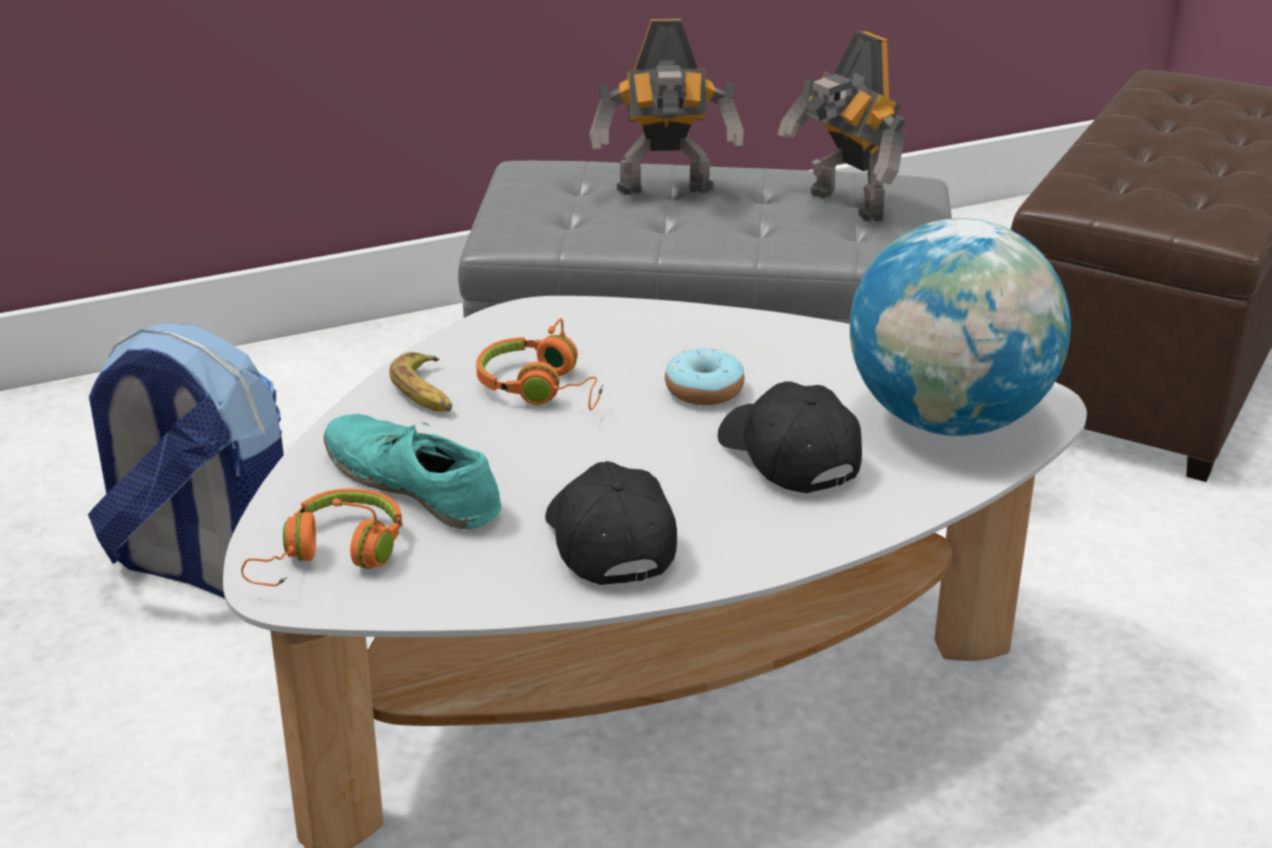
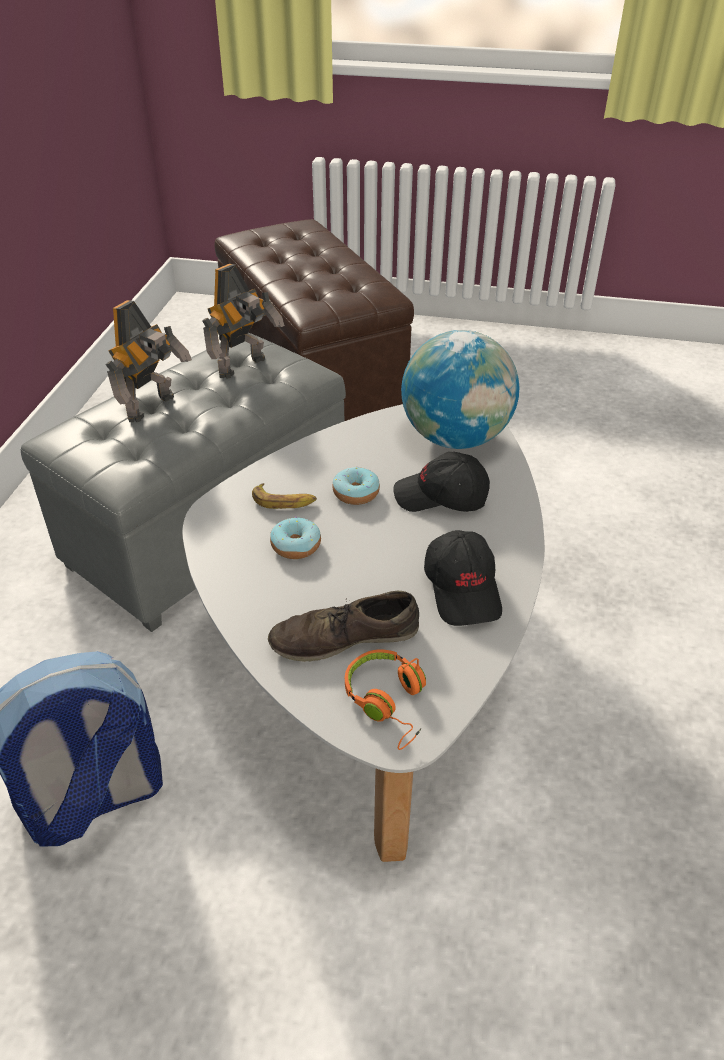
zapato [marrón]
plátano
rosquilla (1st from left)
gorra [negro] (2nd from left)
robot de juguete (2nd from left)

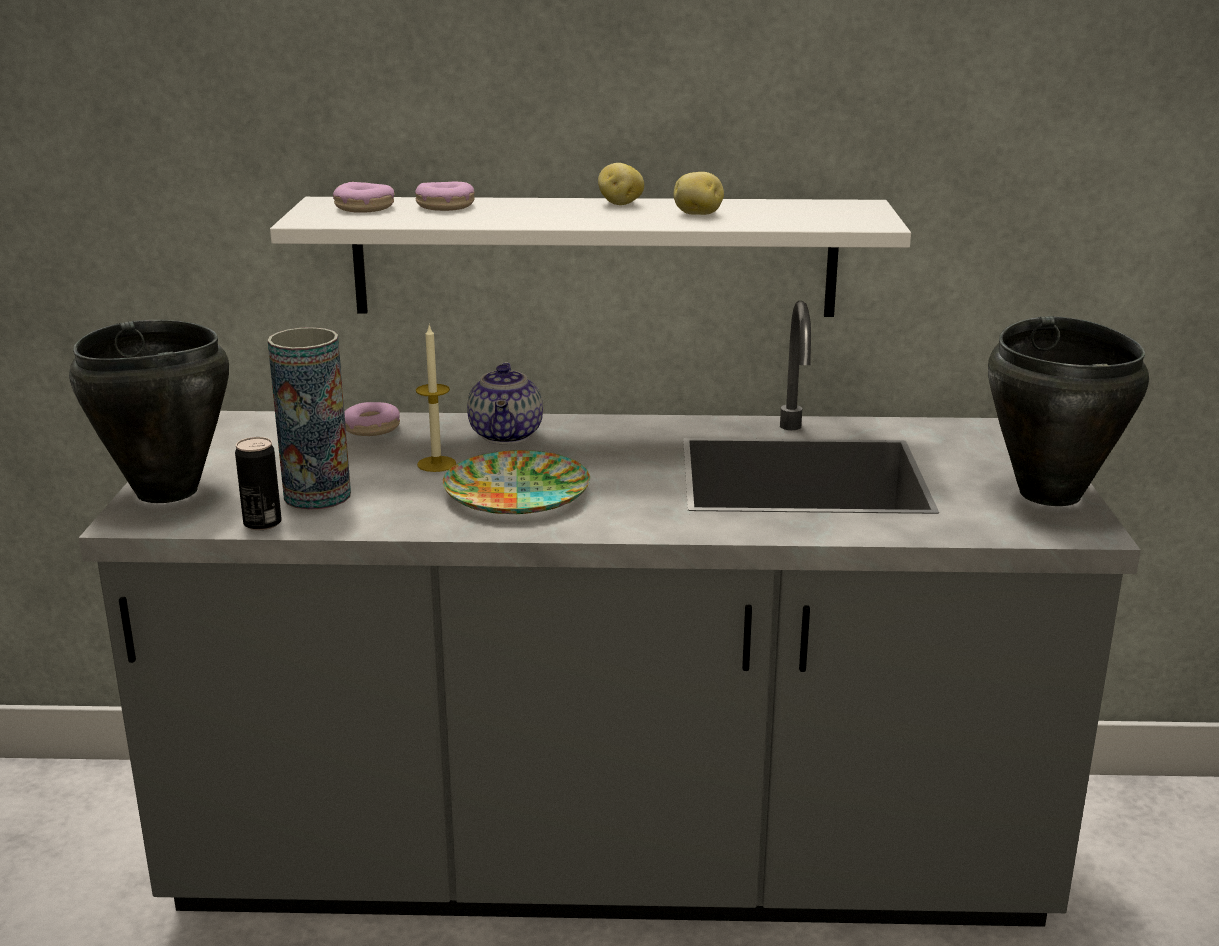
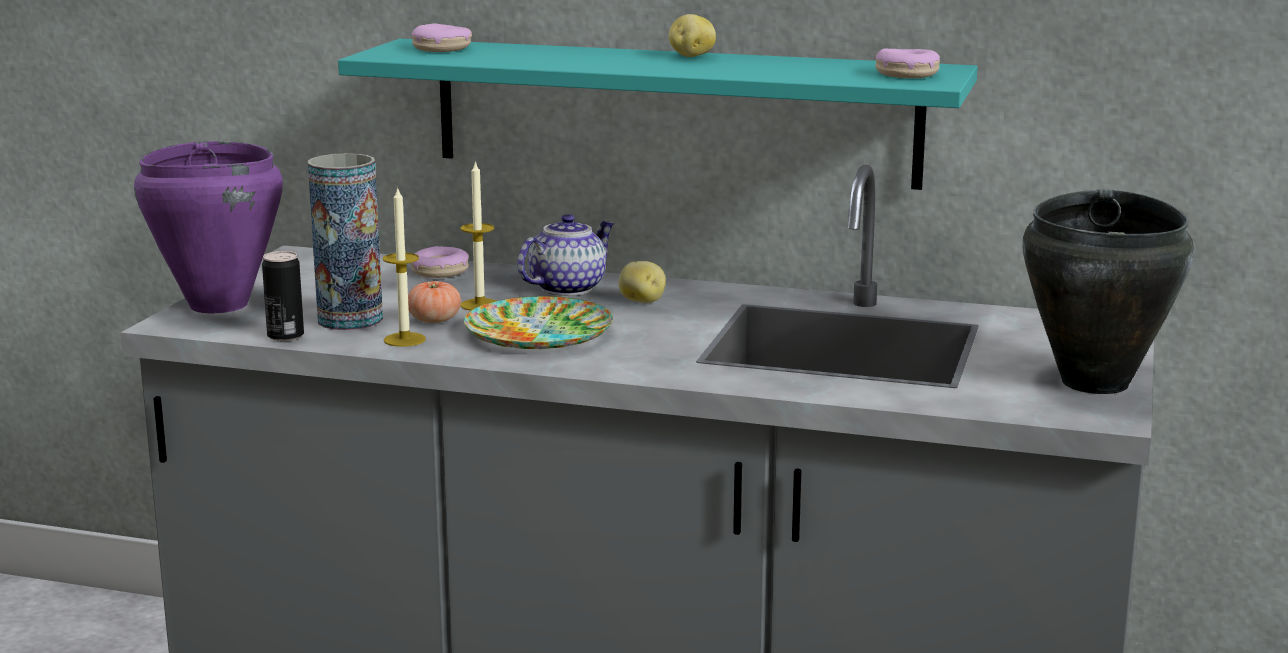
olla [morado]
estante [turquesa]
rosquilla (3rd from left)
tetera
patata (1st from left)
vela (1st from left)
tomate

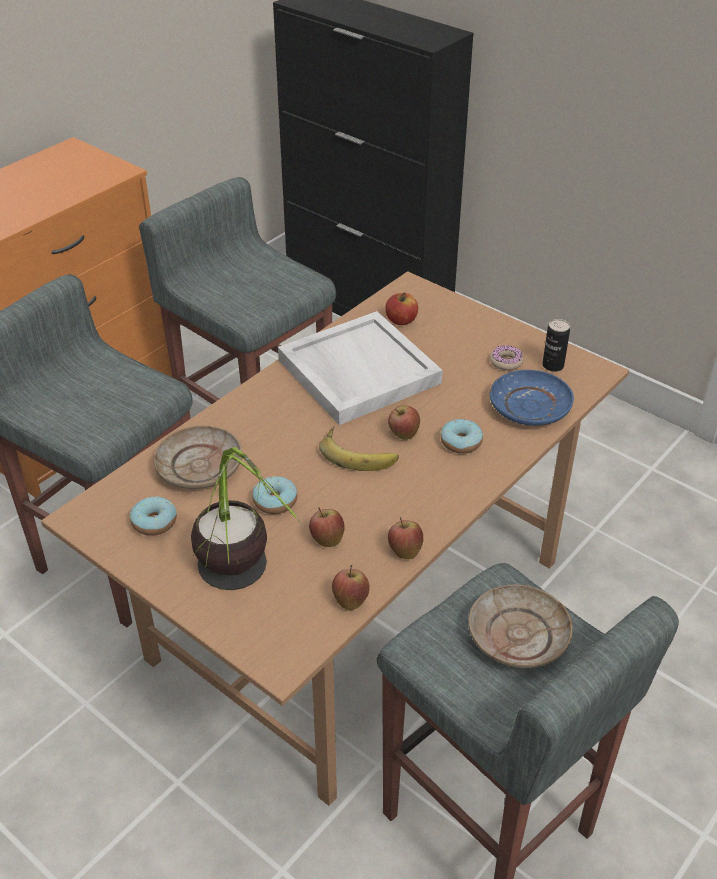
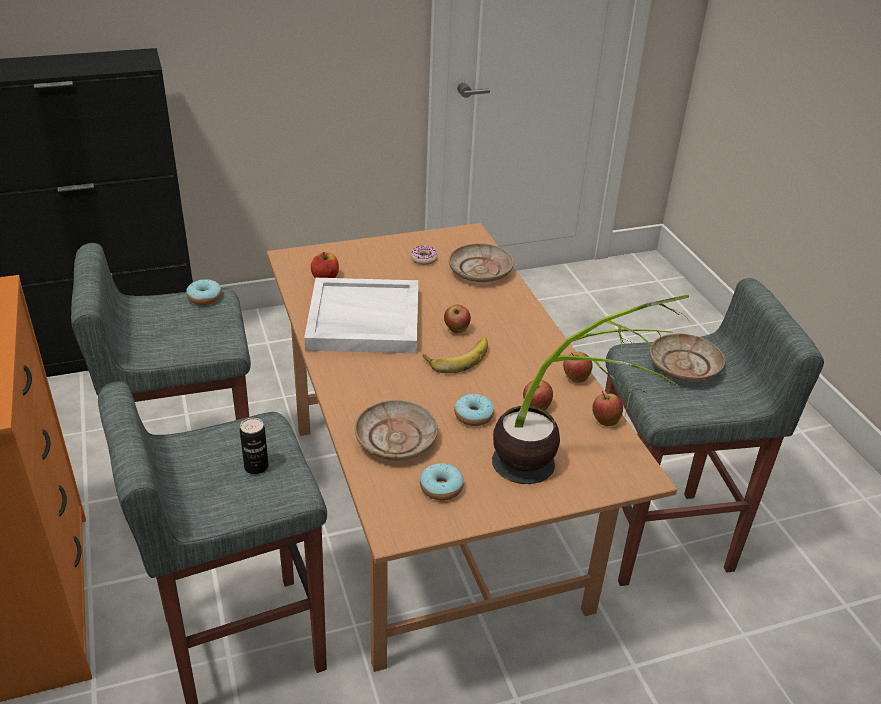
rosquilla (1st from left)
plato [beis] (2nd from left)
lata

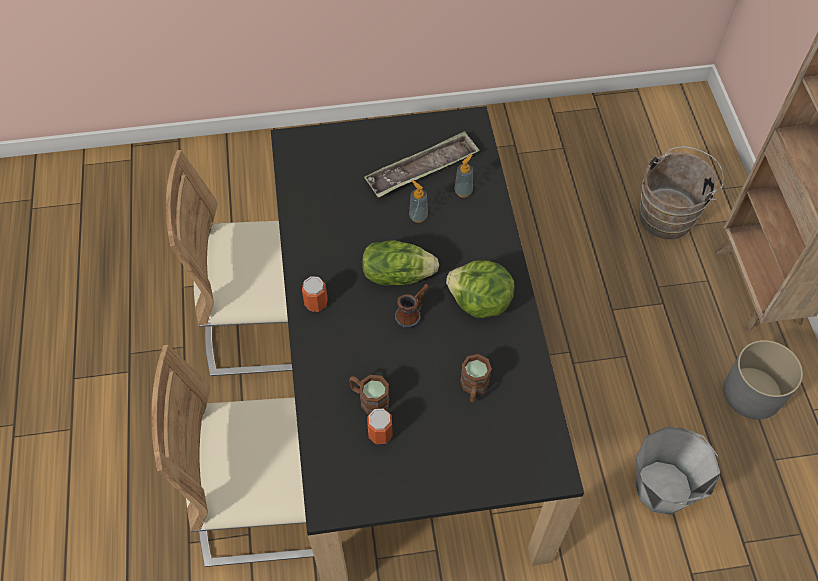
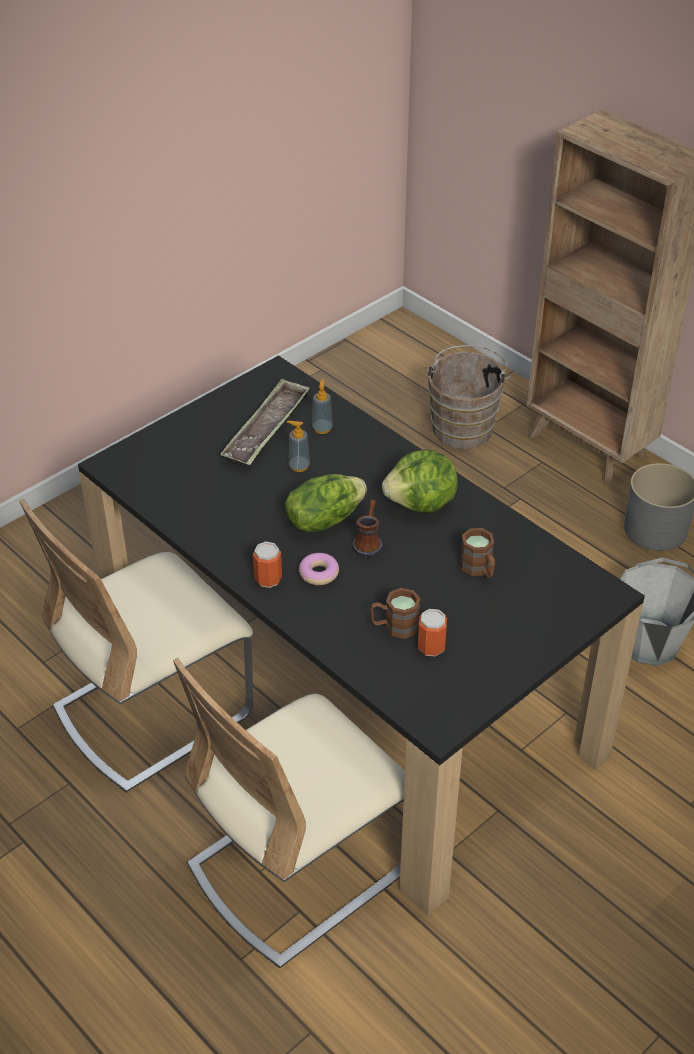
rosquilla

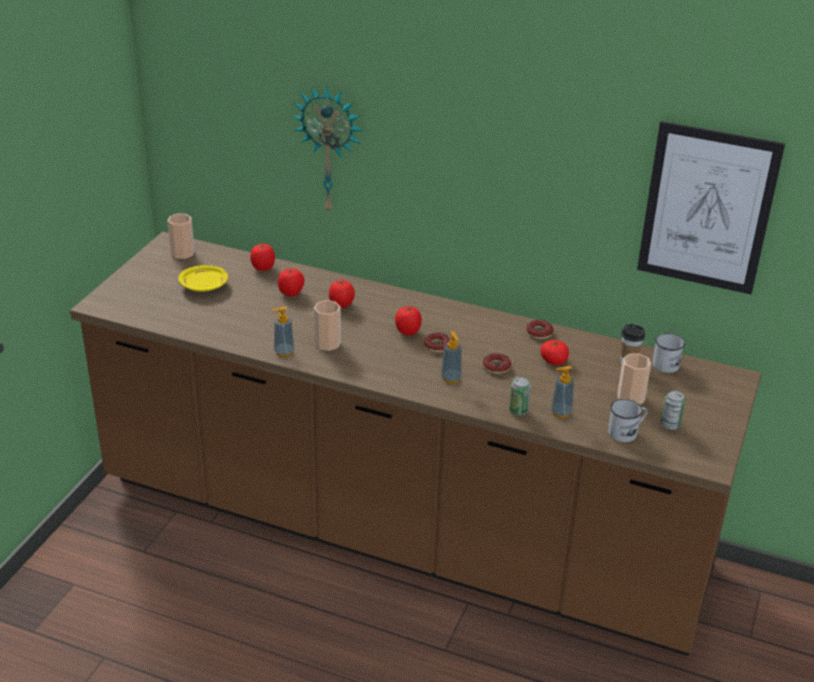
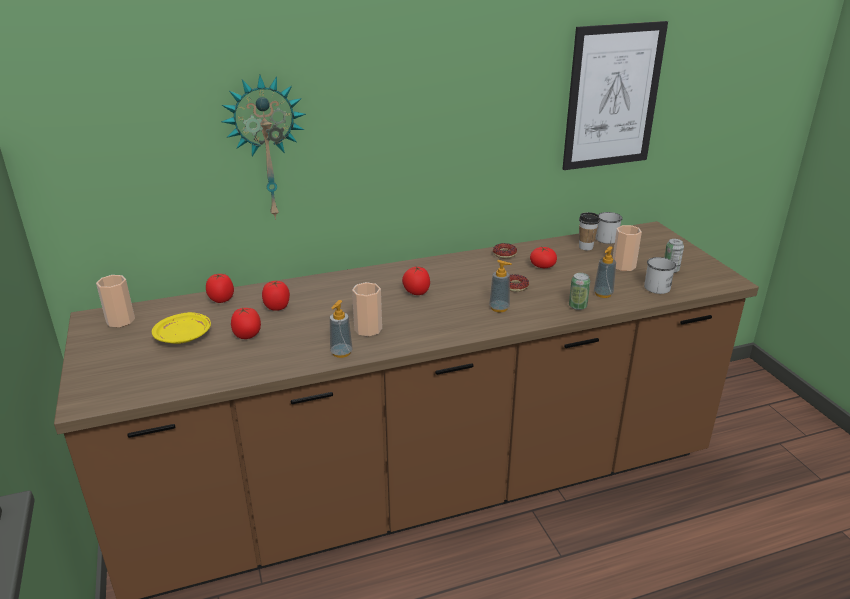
tomate (2nd from left)
rosquilla (1st from left in the first image)

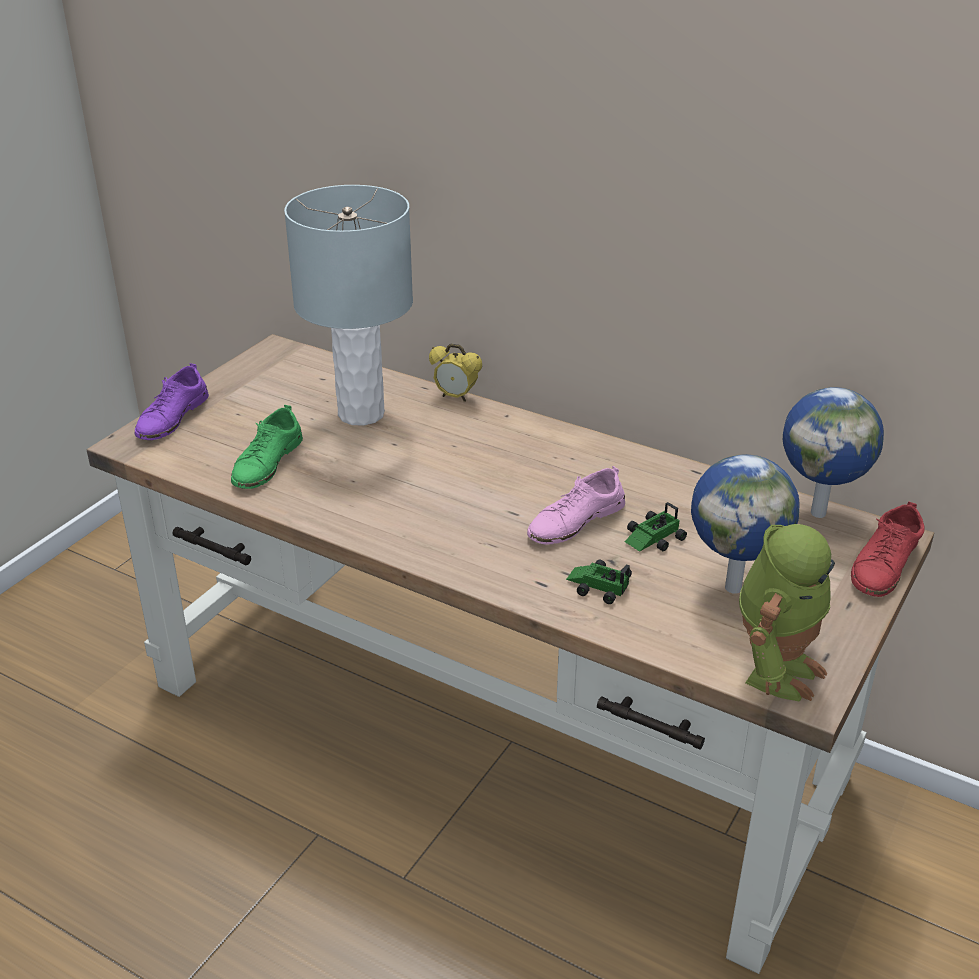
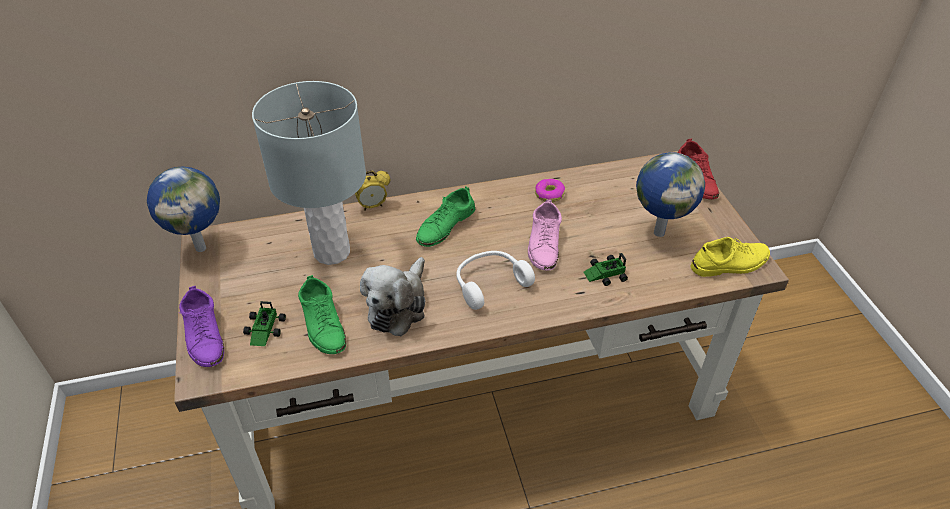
coche de juguete (1st from left)
zapato [amarillo]
globo terráqueo (1st from left)
peluche
zapato [verde] (2nd from left)
auriculares [blanco]
rosquilla

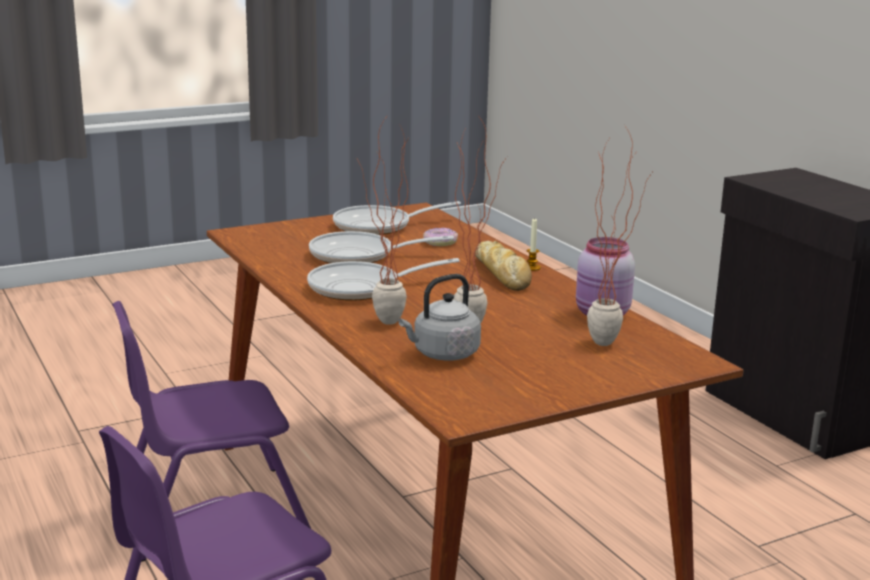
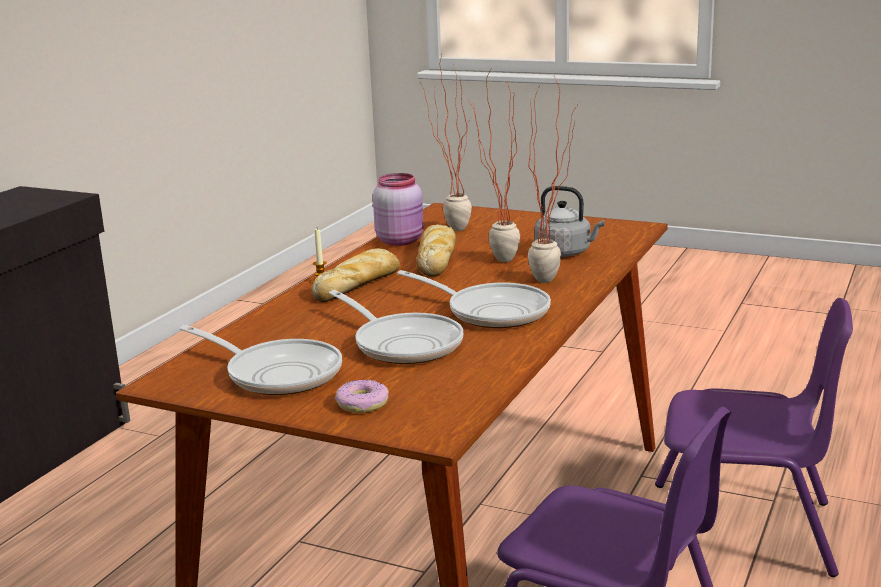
rosquilla
pan (2nd from left)

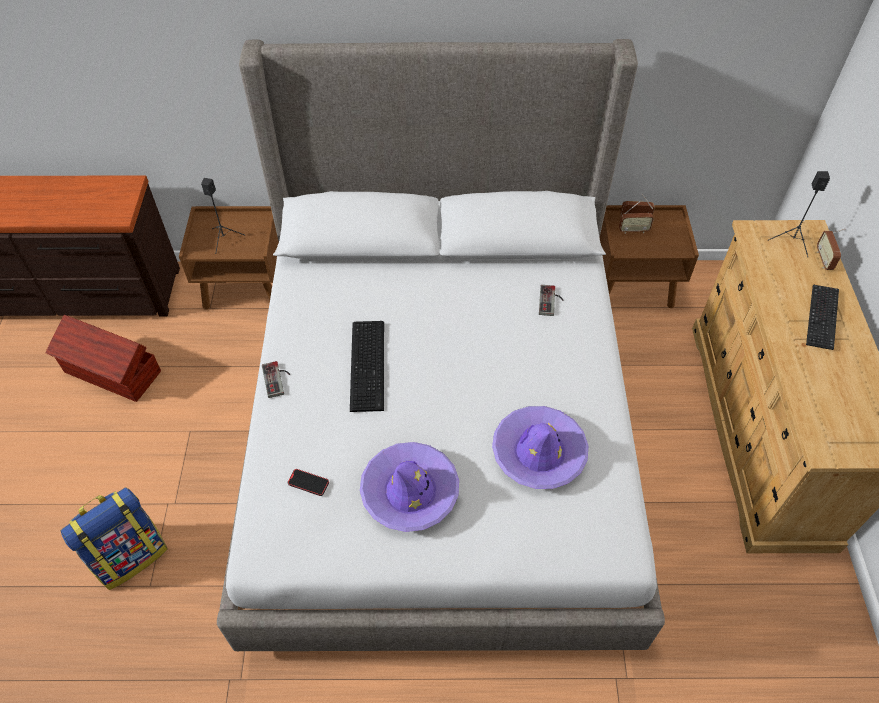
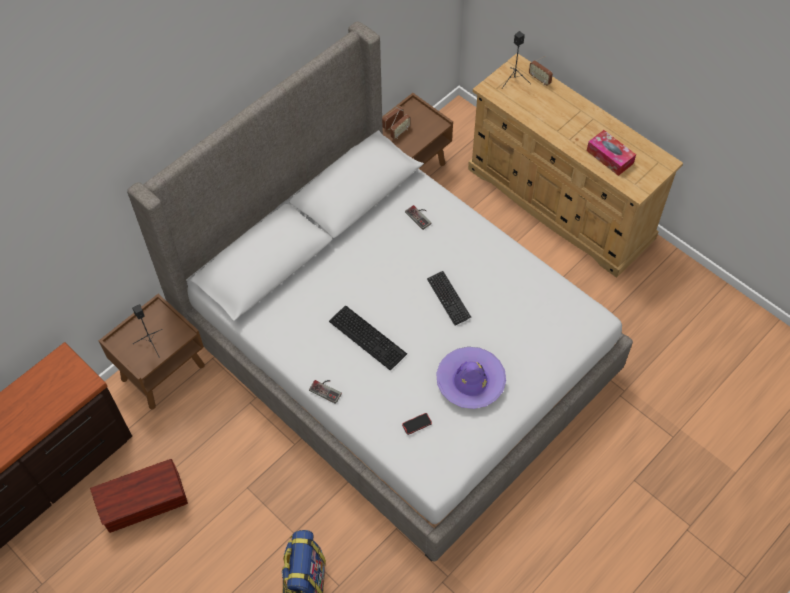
sombrero [morado] (2nd from left in the first image)
teclado (2nd from left)
caja de pañuelos

